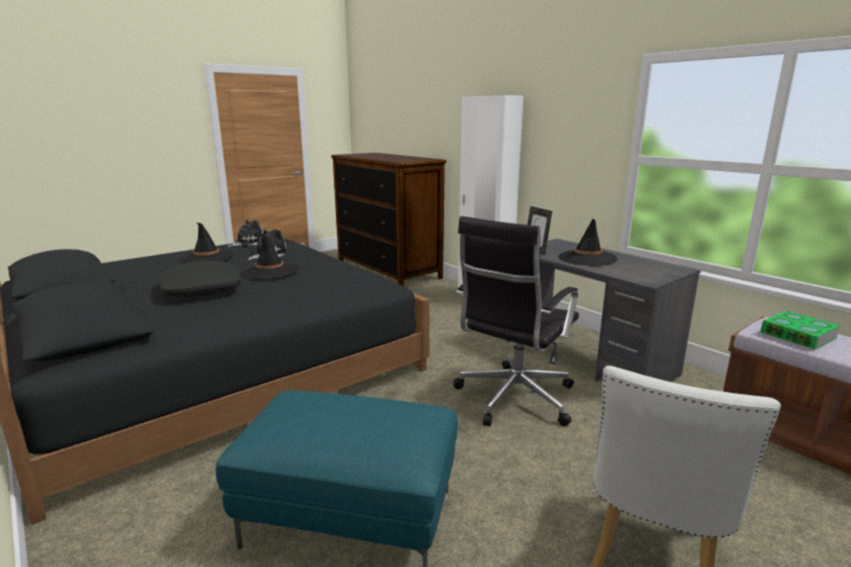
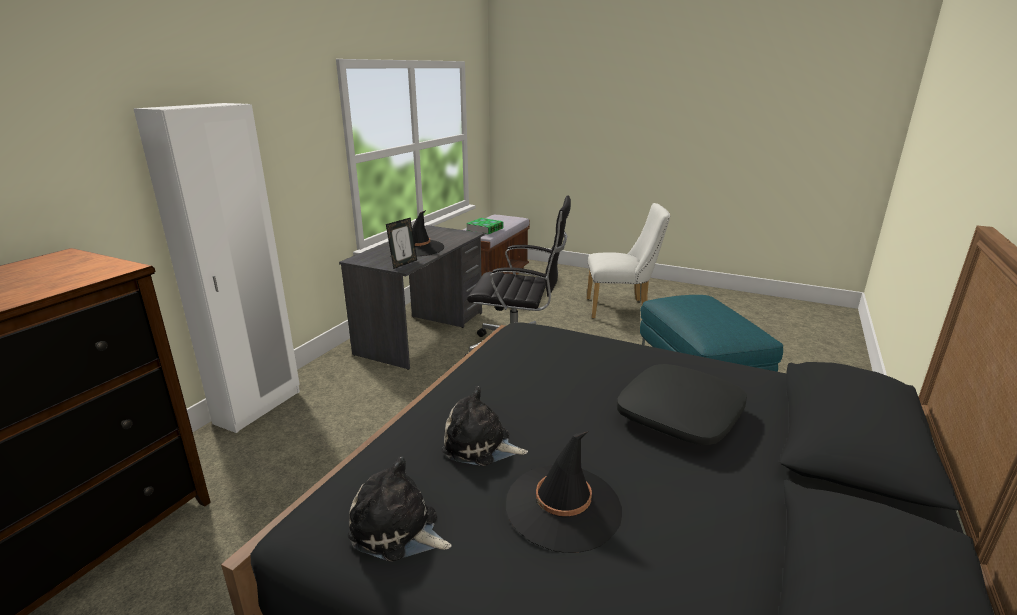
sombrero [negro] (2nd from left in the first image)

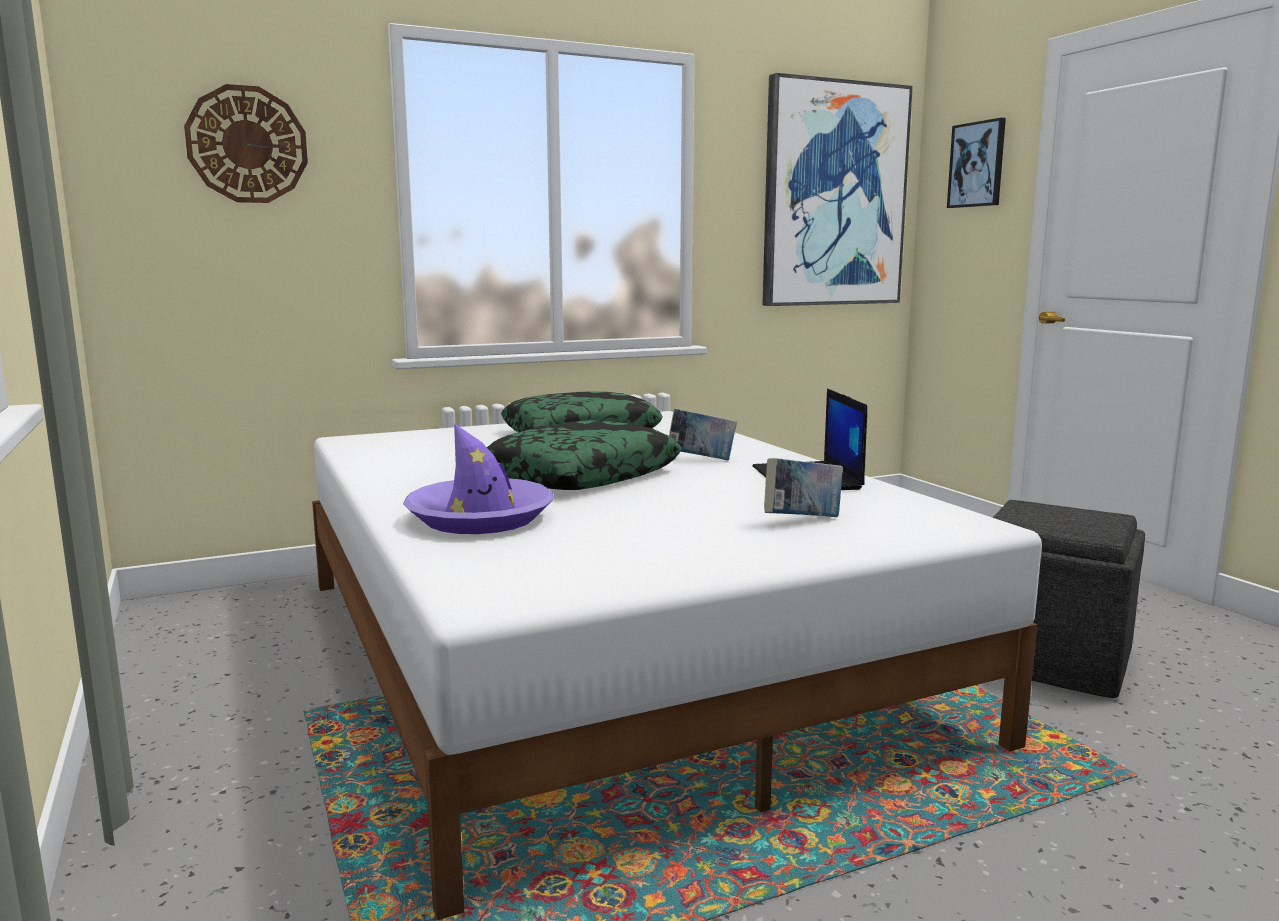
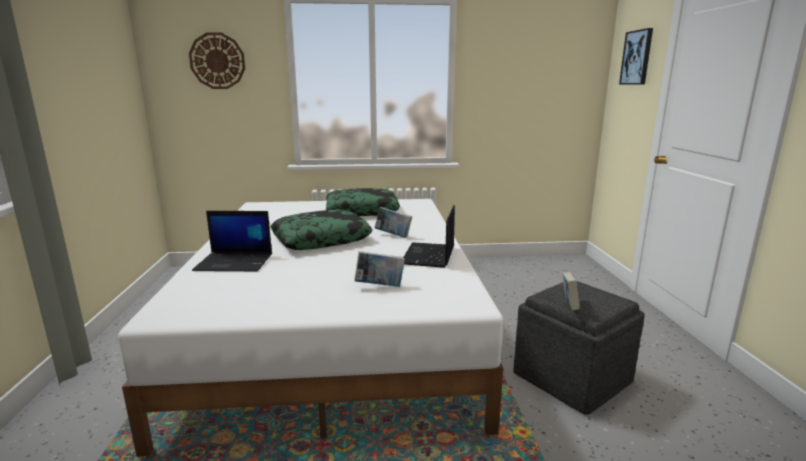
portátil (1st from left)
cuadro (1st from left in the first image)
libro (3rd from left)

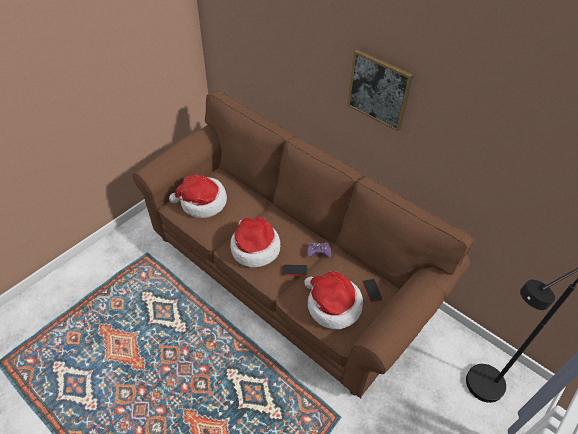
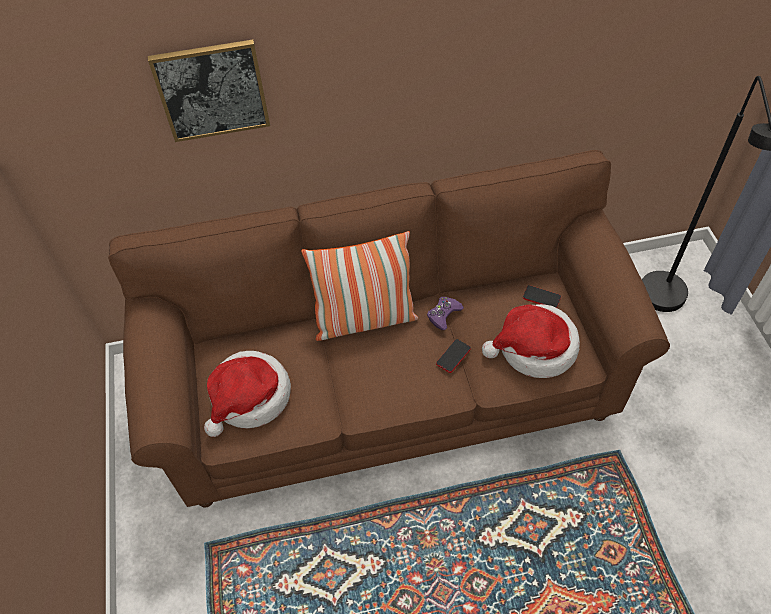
sombrero (2nd from left in the first image)
cuadro
cojín

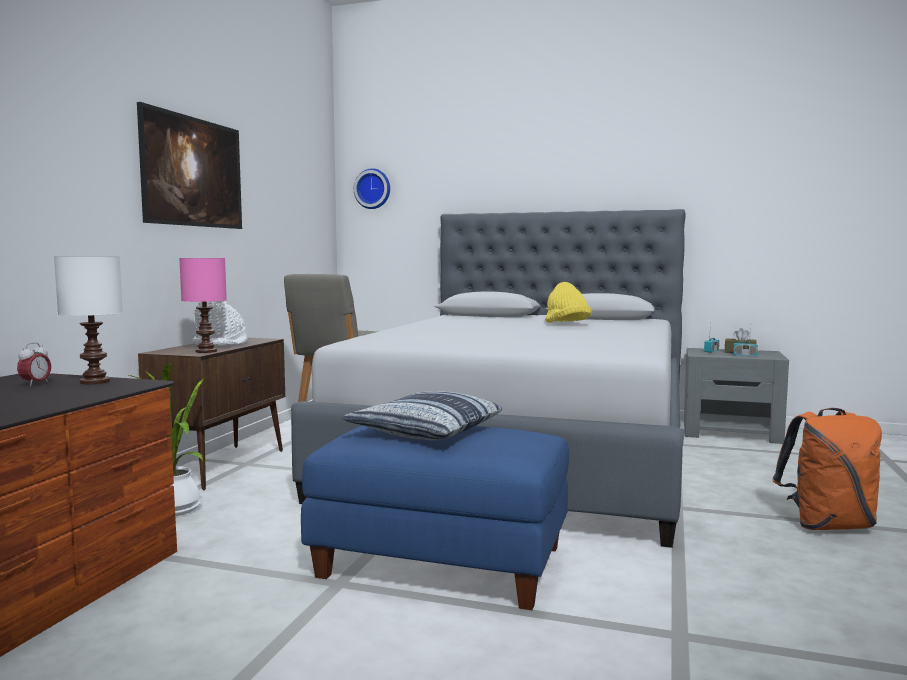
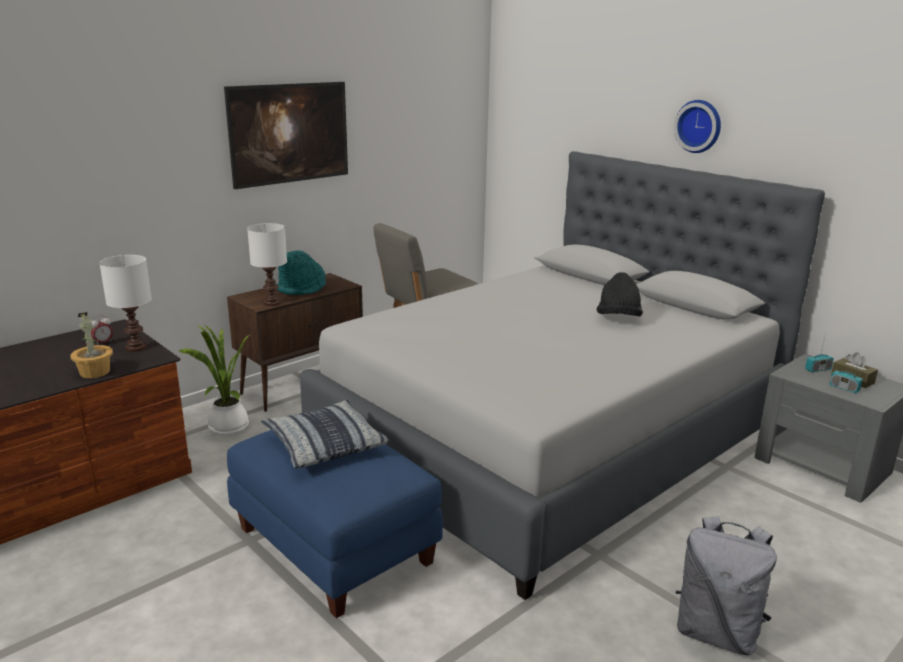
lámpara de mesa [blanco] (2nd from left)
sombrero [turquesa]
reloj de pared
sombrero [negro]
mochila [gris]
planta en maceta (1st from left)

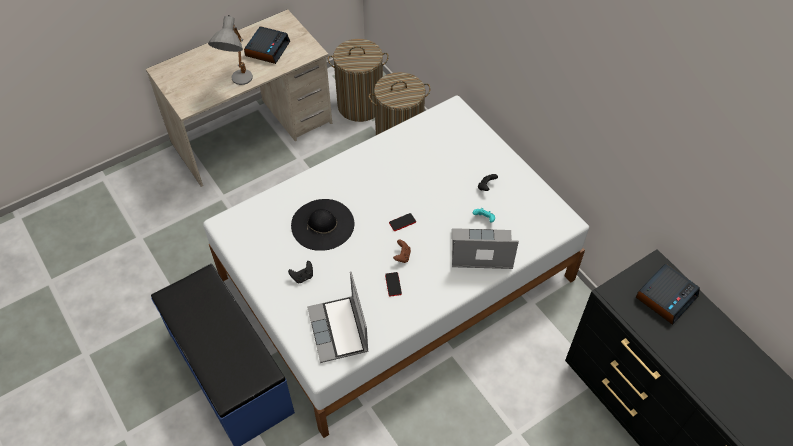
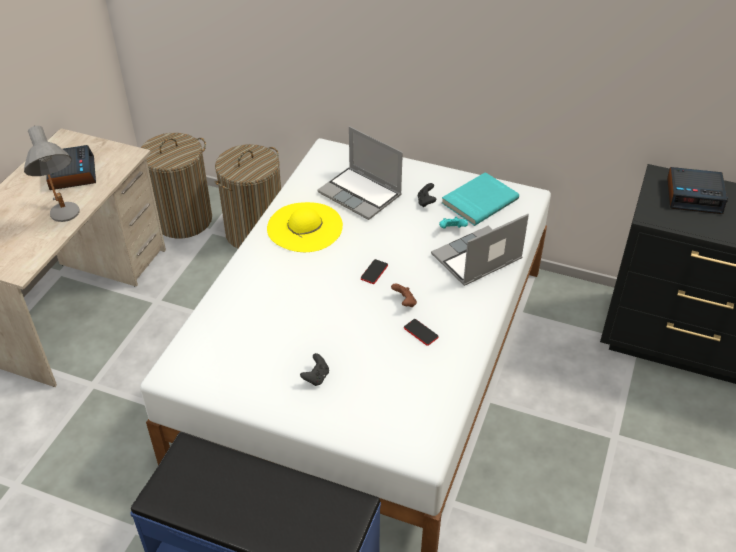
sombrero [negro]
portátil (1st from left)
despertador (2nd from left)
sombrero [amarillo]
libro [turquesa]

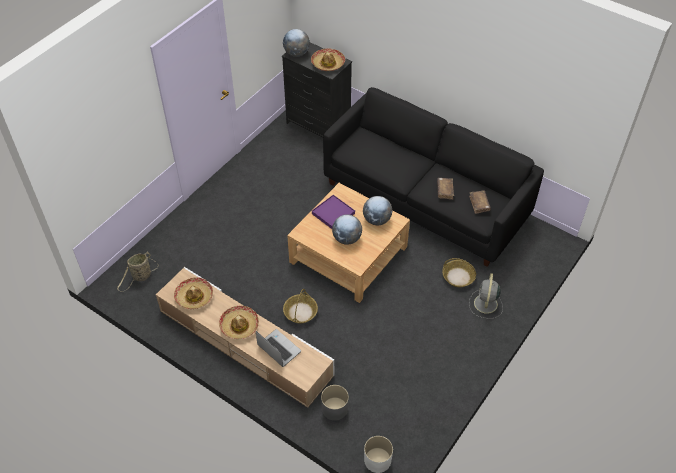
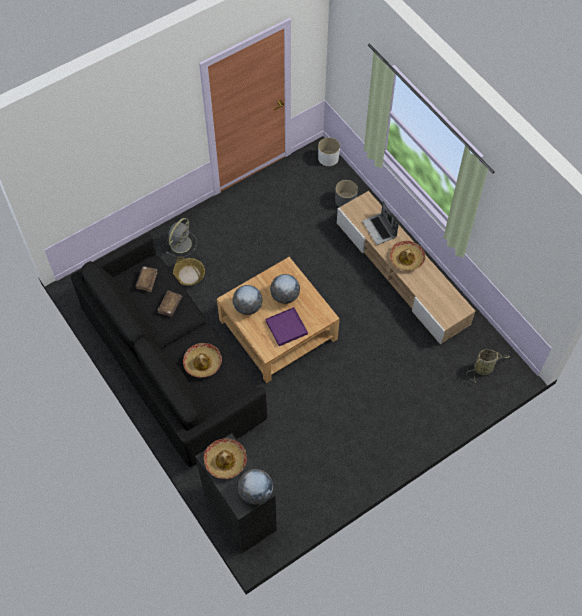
sombrero (1st from left)
cesta (2nd from left in the first image)

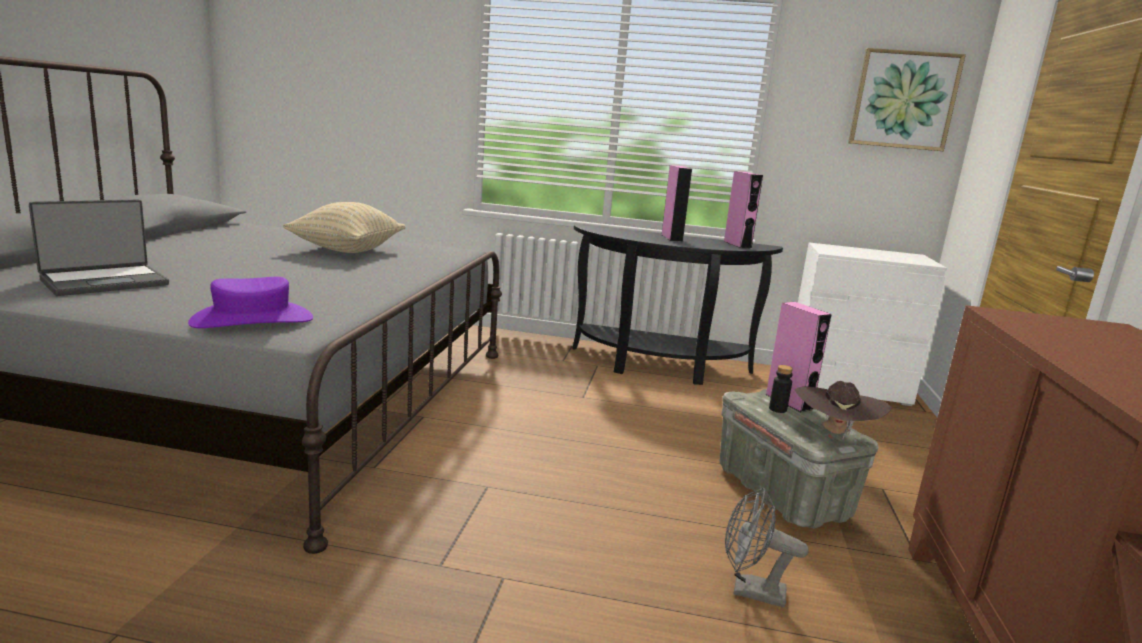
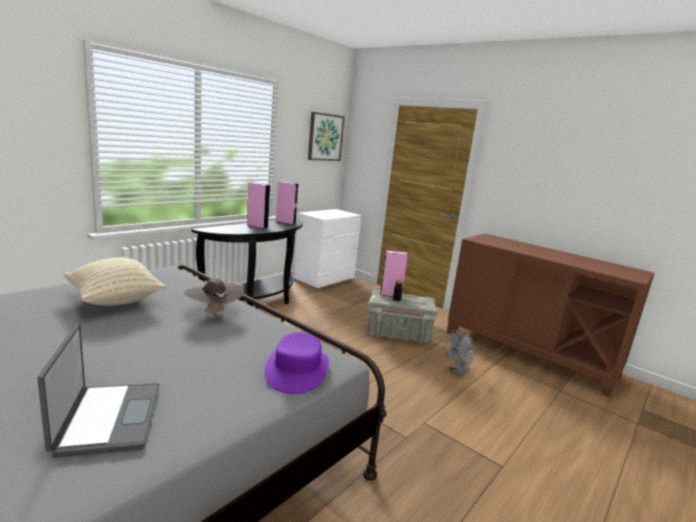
sombrero [marrón]

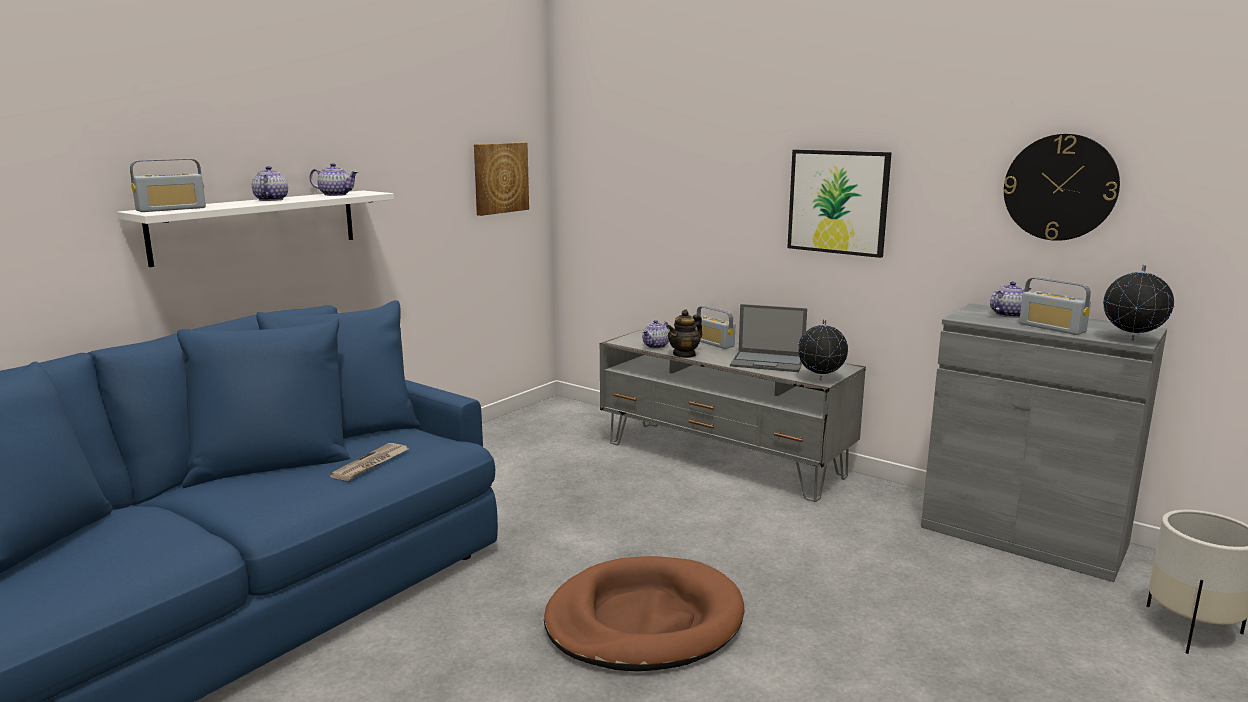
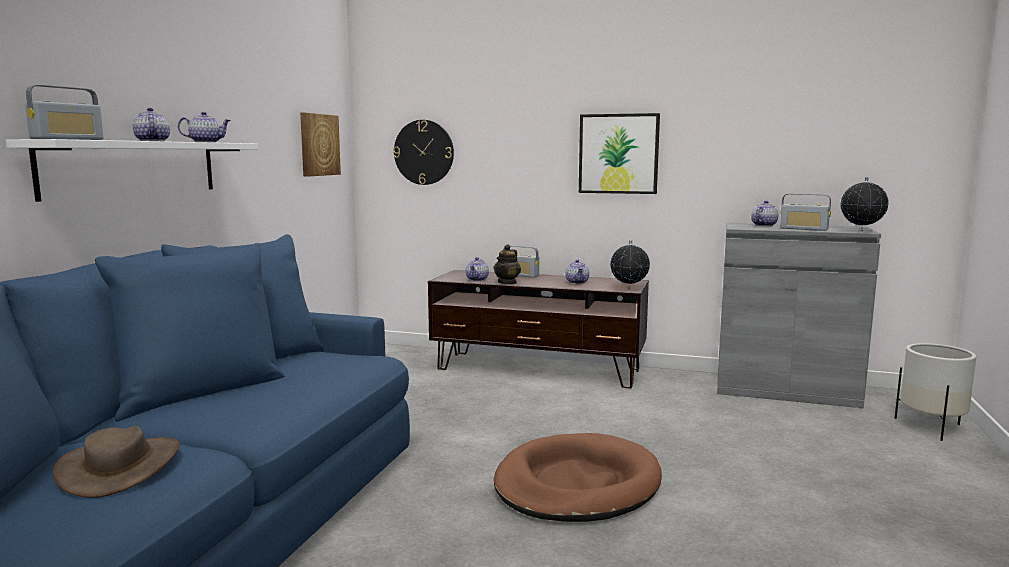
periódico
mueble de televisión [marrón]
tetera (5th from left)
reloj de pared
sombrero [marrón]

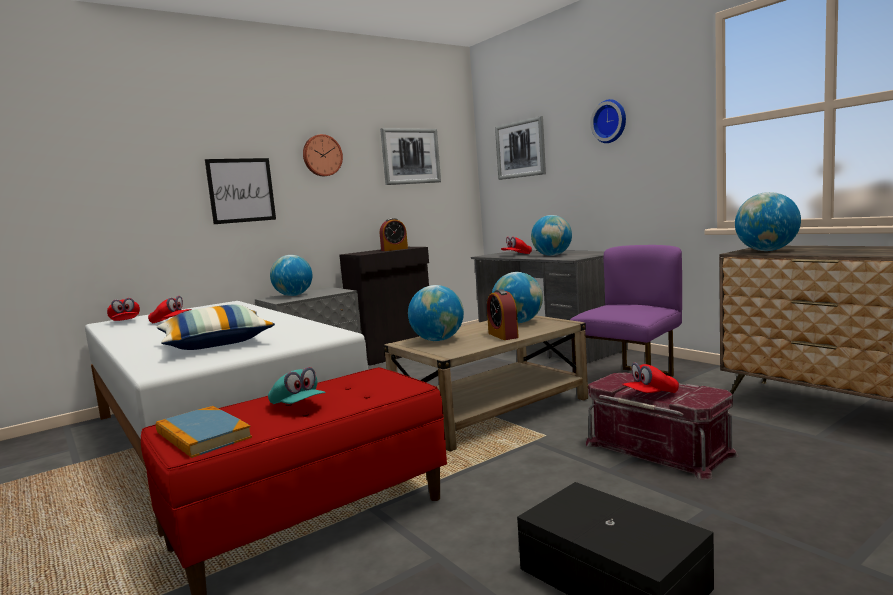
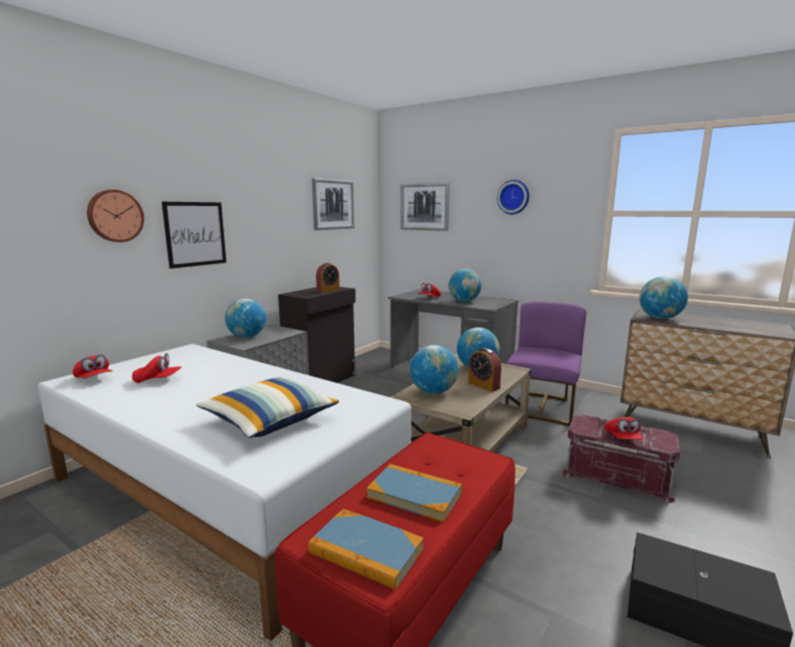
libro (2nd from left)
reloj de pared (1st from left)
gorra [rojo] (4th from left)

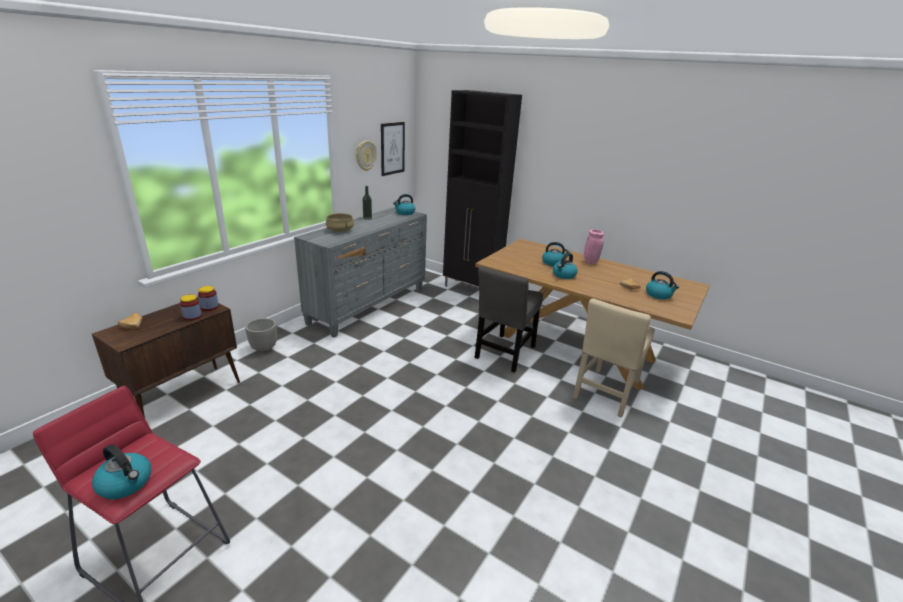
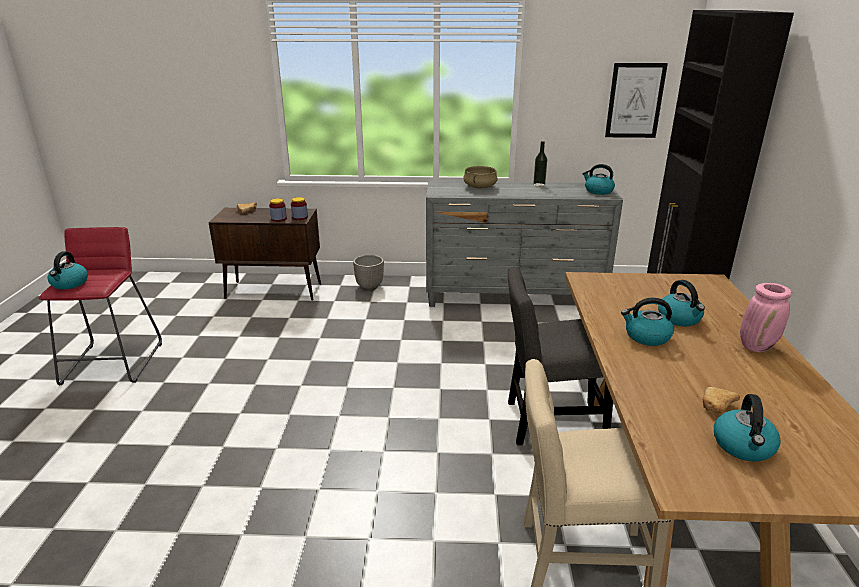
reloj de pared

